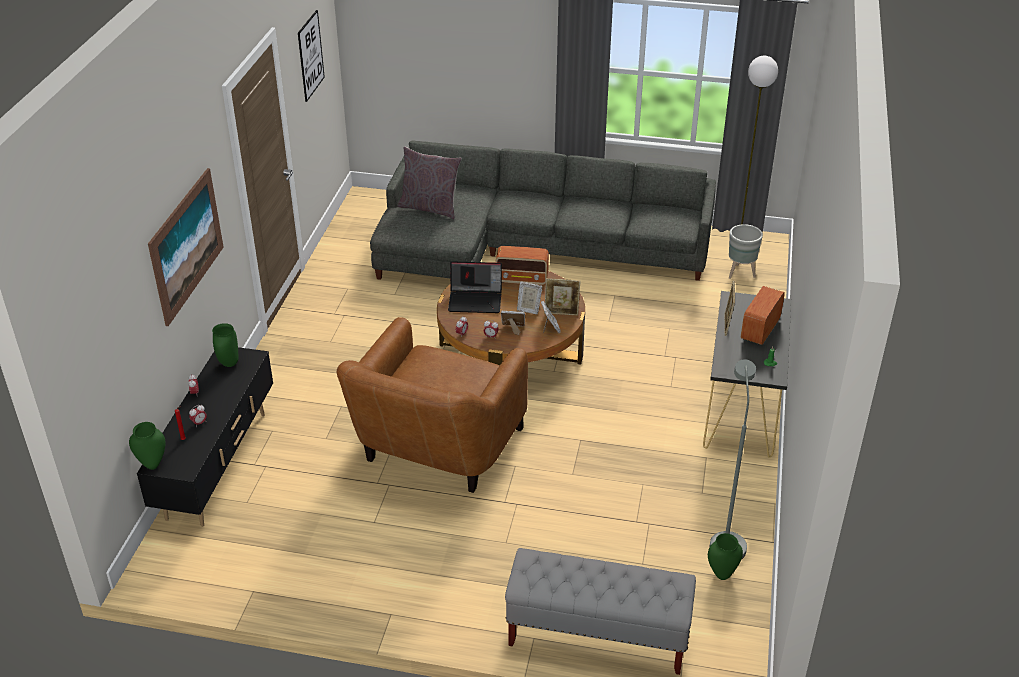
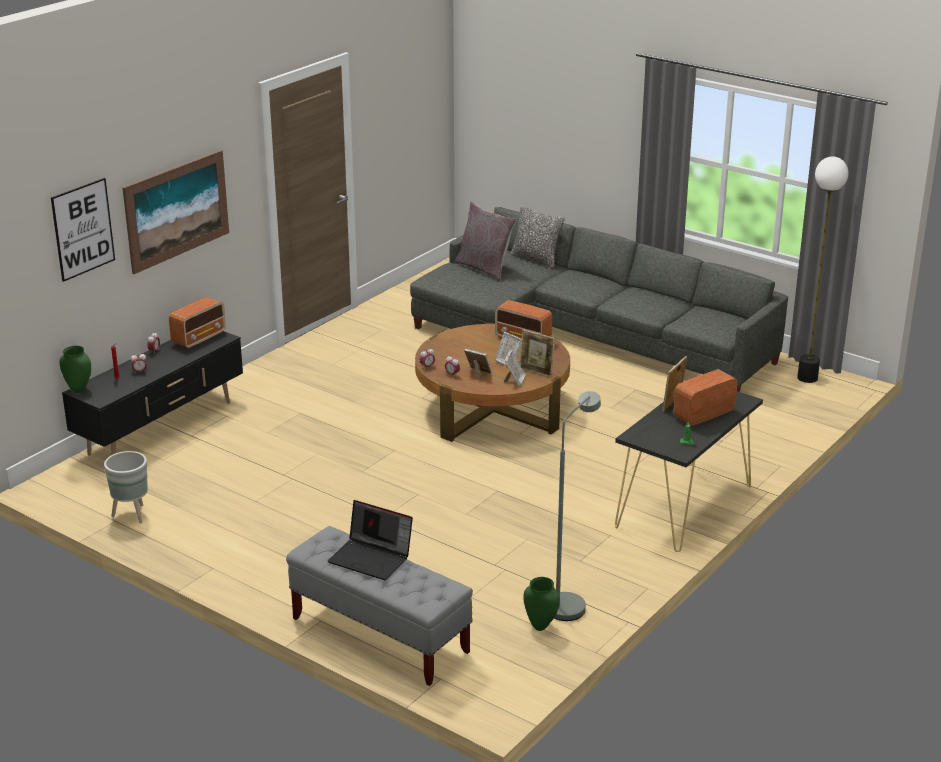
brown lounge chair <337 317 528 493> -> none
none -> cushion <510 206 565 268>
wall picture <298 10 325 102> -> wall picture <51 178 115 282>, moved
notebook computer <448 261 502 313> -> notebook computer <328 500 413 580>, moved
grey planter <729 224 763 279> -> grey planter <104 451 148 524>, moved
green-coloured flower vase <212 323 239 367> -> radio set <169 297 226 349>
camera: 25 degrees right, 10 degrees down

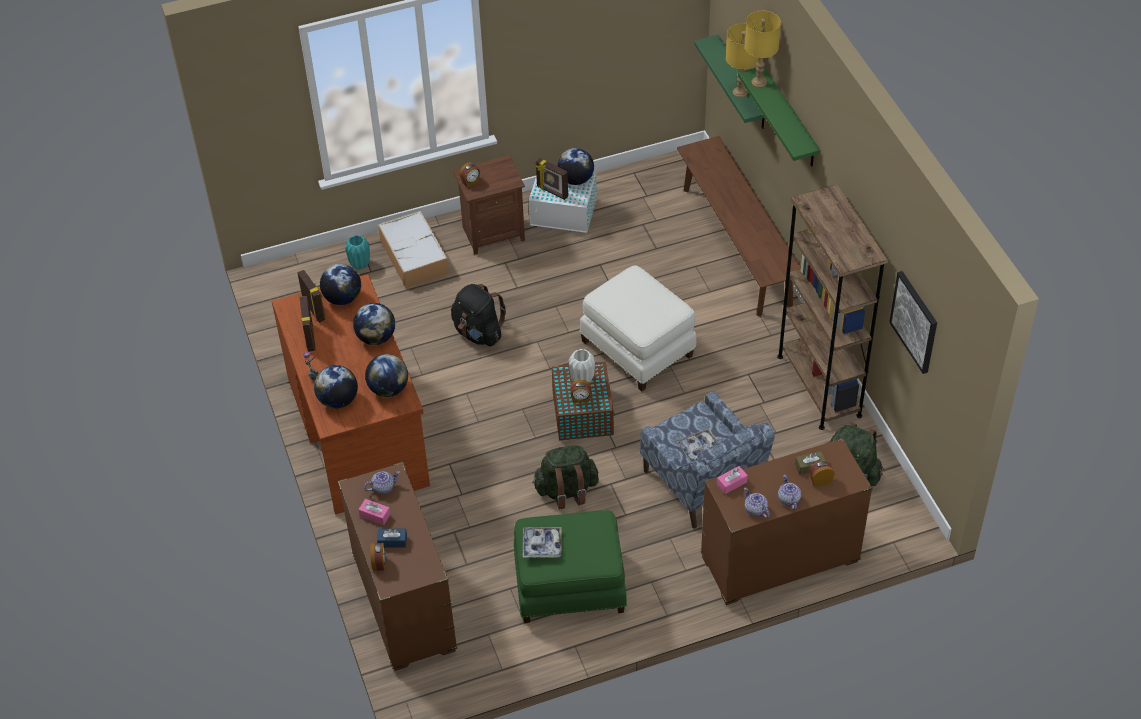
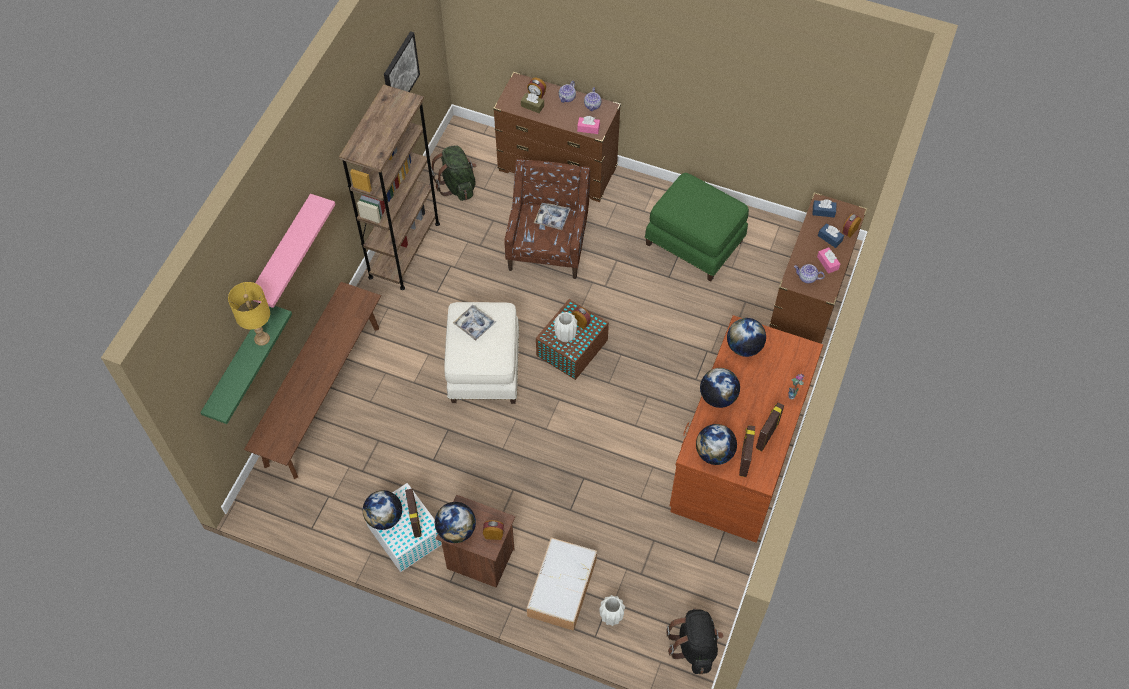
green-coloured knapsack <532 445 599 509> -> none
yellow-coloured table lamp <745 11 781 87> -> none
none -> blue box of tissues <812 199 836 217>
world globe <314 365 358 408> -> world globe <435 502 476 543>, moved
black-coloured knapsack <451 284 506 346> -> black-coloured knapsack <666 608 724 674>, moved
tray <523 527 561 558> -> tray <453 305 496 341>, moved
turquoise-coloured flower vase <345 235 370 270> -> white flower vase <599 595 625 626>
blue lounge chair <640 391 775 529> -> brown lounge chair <504 159 590 279>
green-coloured shelf <738 67 820 166> -> pink-coloured shelf <252 194 336 308>
camera: 140 degrees left, 10 degrees up

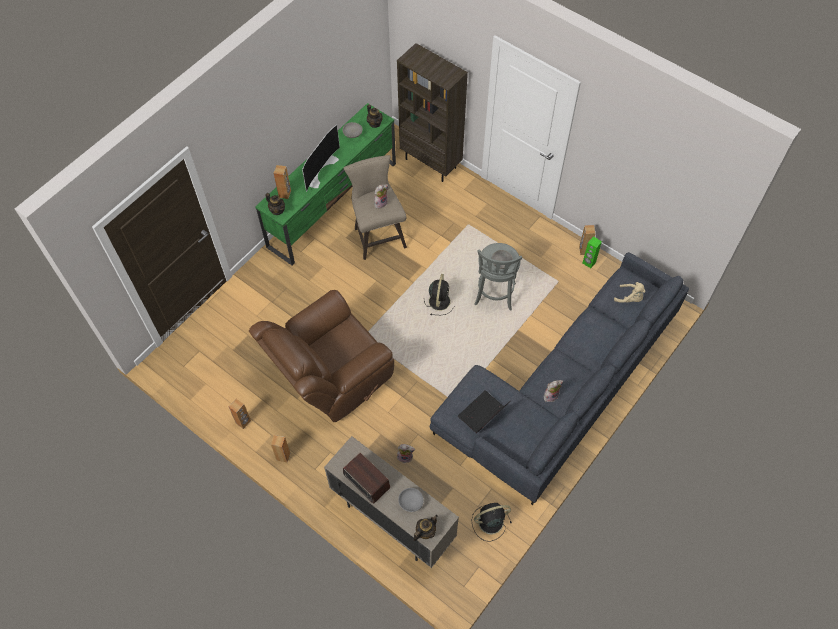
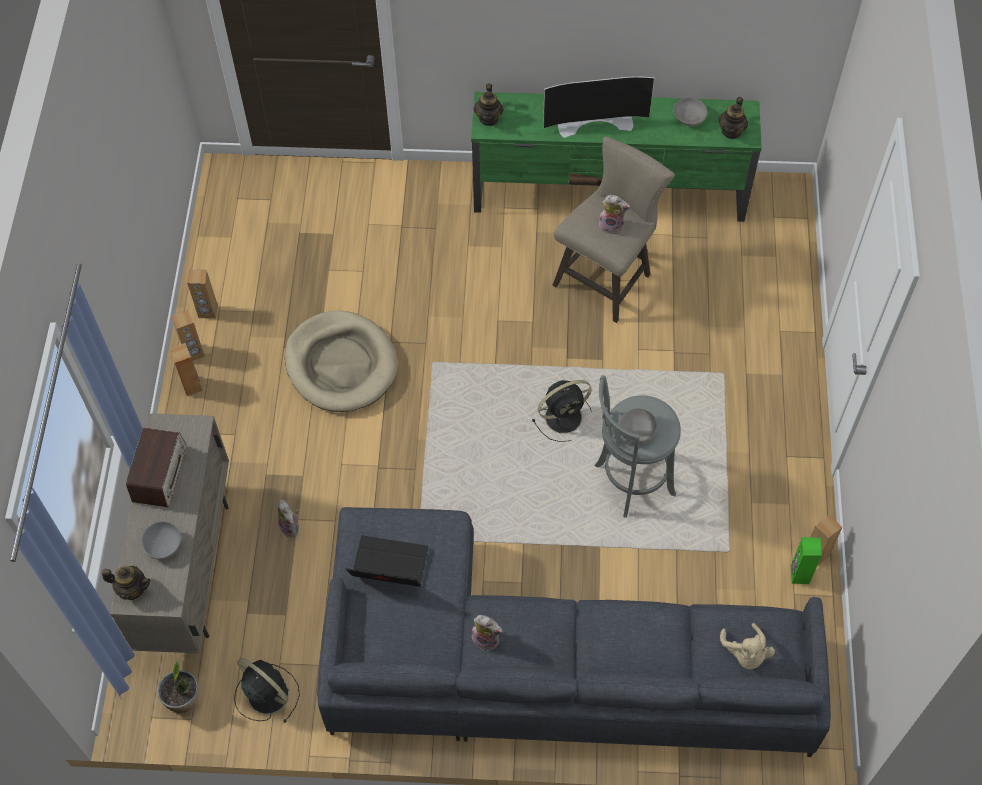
brown bookshelf <397 43 468 182> -> none
none -> houseplant <158 659 199 714>
brown speaker <274 165 291 199> -> brown speaker <171 310 205 361>, moved
brown lounge chair <249 290 394 423> -> sand-coloured pet bed <285 310 398 412>
camera: 55 degrees right, 0 degrees up

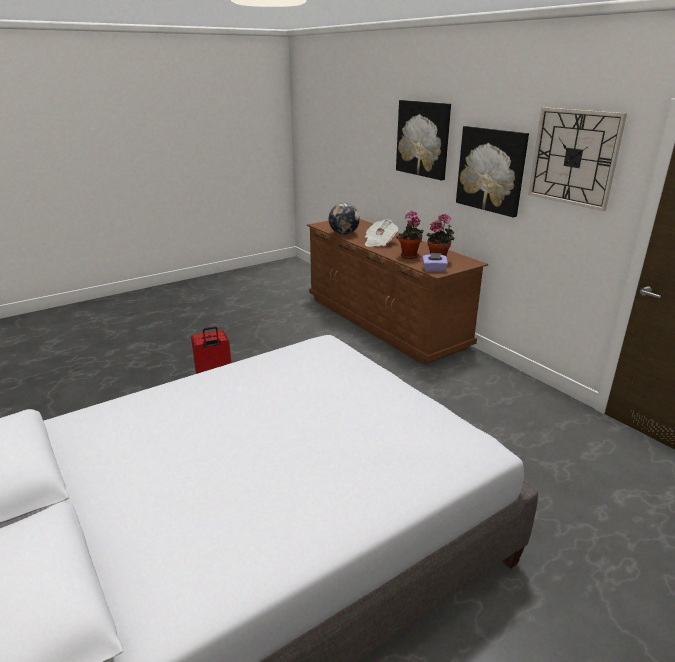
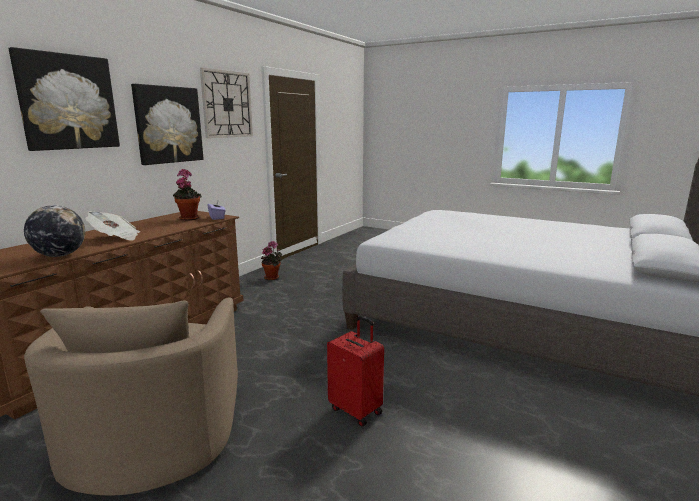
none -> sand-coloured lounge chair <24 297 238 496>
houseplant <396 211 424 259> -> houseplant <261 241 283 280>, moved
camera: 115 degrees left, 10 degrees down

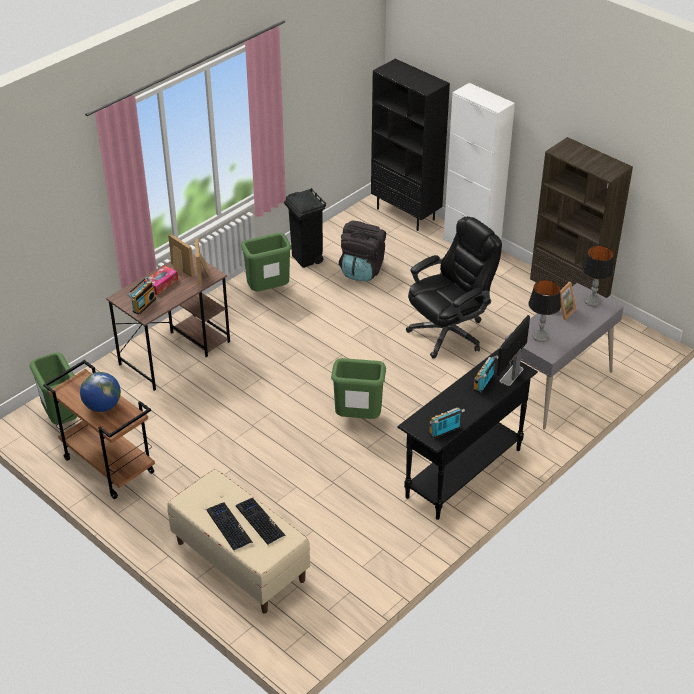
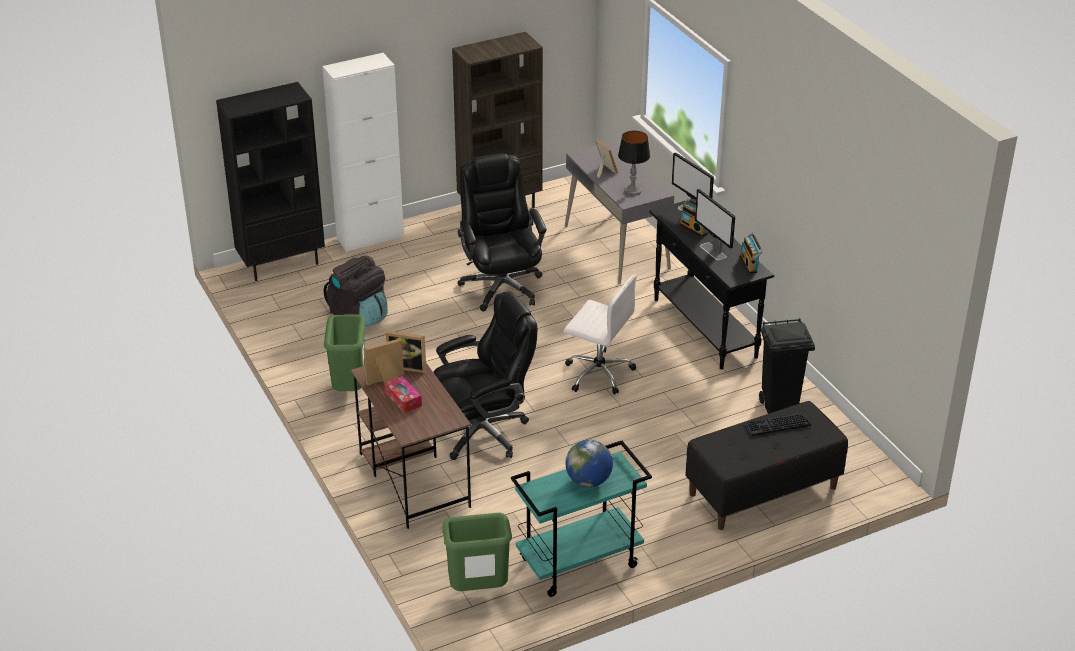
radio set <127 277 156 315> -> none
keyboard <206 503 253 550> -> none
table lamp <582 246 614 306> -> none
none -> black-coloured office chair <433 291 537 460>
none -> monitor <695 189 735 261>
black-coloured trash can <284 188 326 268> -> black-coloured trash can <759 319 815 414>, moved
green-coloured trash can <331 358 386 419> -> white office chair <563 275 637 395>
brown cart <43 360 155 499> -> turquoise-coloured cart <511 441 652 597>
sand-coloured long seat <167 469 310 614> -> black-coloured long seat <685 401 848 530>
camera: 70 degrees left, 5 degrees down

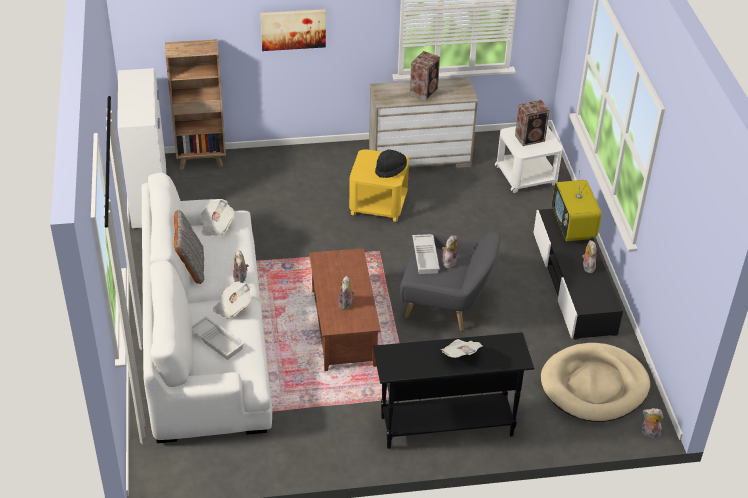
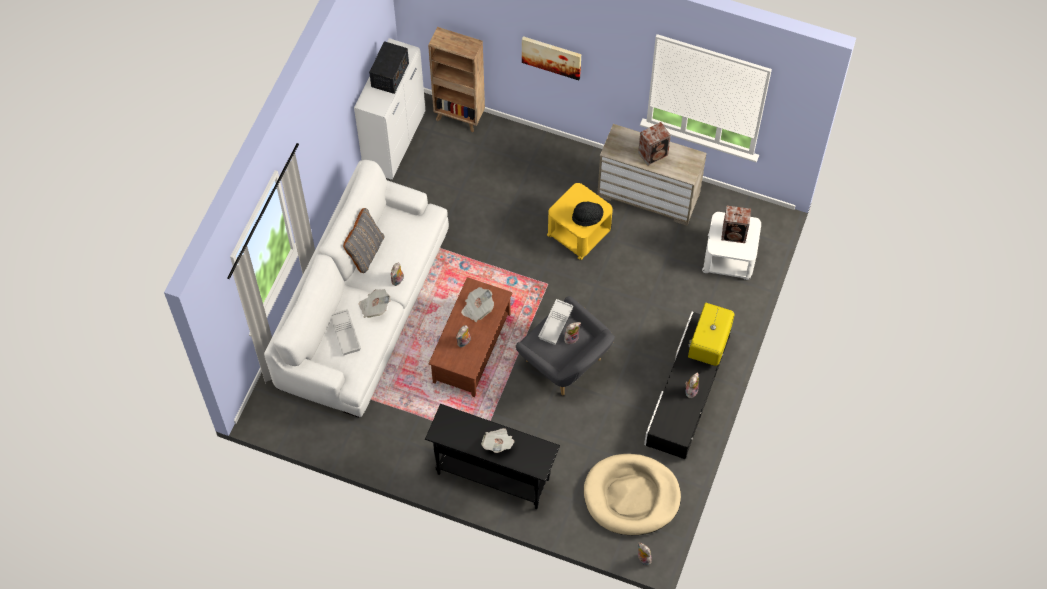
none -> radio set <369 41 409 94>
daily paper <201 199 235 236> -> daily paper <461 287 494 322>, moved
camera: 30 degrees right, 20 degrees up

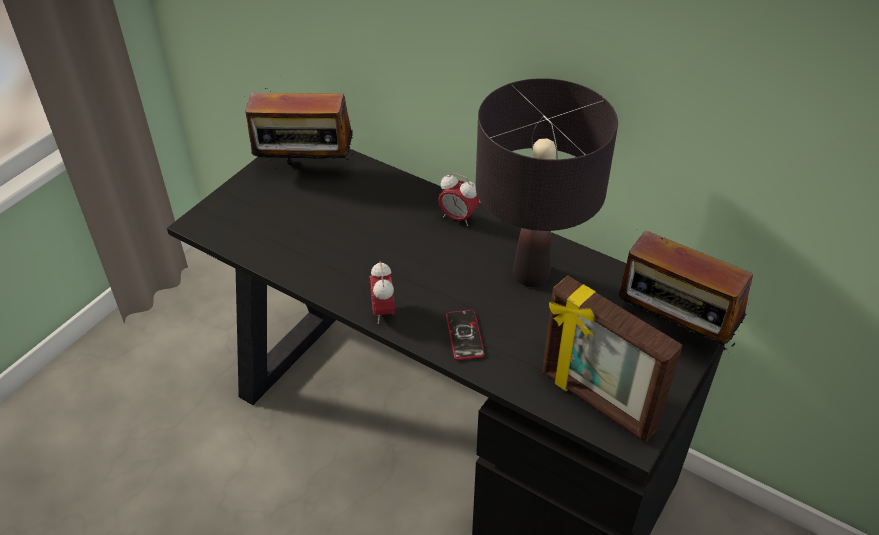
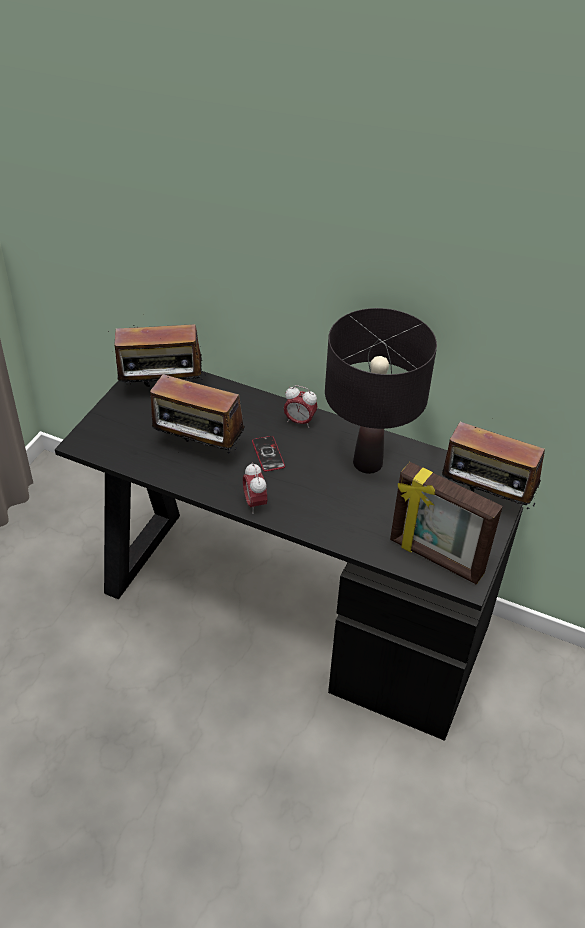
none -> radio set <150 368 245 454>
telephone <446 310 485 360> -> telephone <252 436 285 472>, moved
camera: 10 degrees left, 0 degrees up

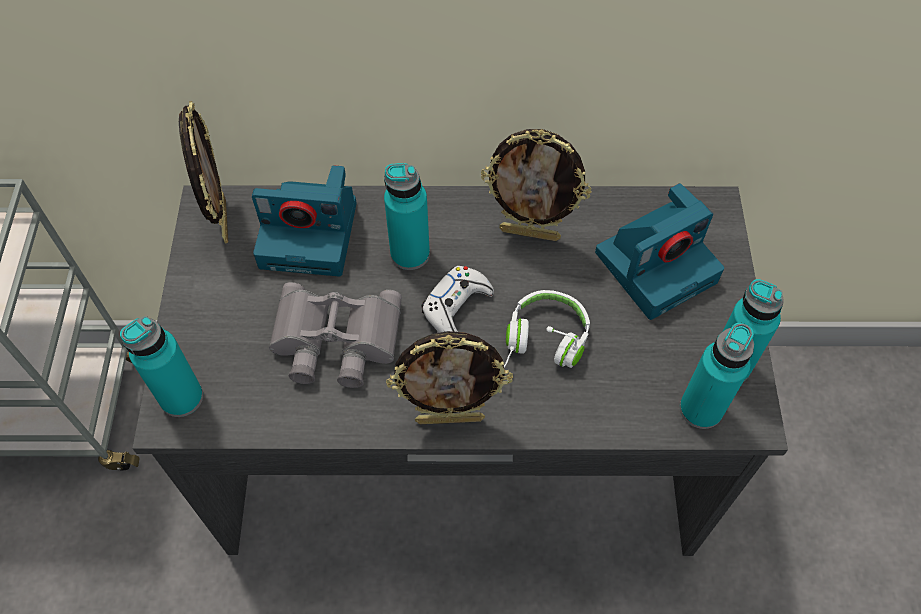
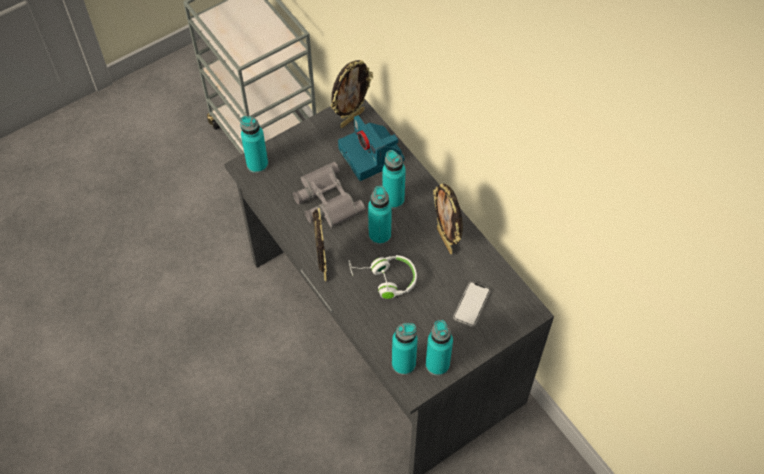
white game controller <421 266 494 333> -> turquoise-coloured drink bottle <368 186 392 245>
photo camera <595 183 724 320> -> telephone <453 281 490 327>
picture frame <386 331 513 424> -> picture frame <313 208 327 281>, 150 degrees counterclockwise
camera: 55 degrees right, 0 degrees up

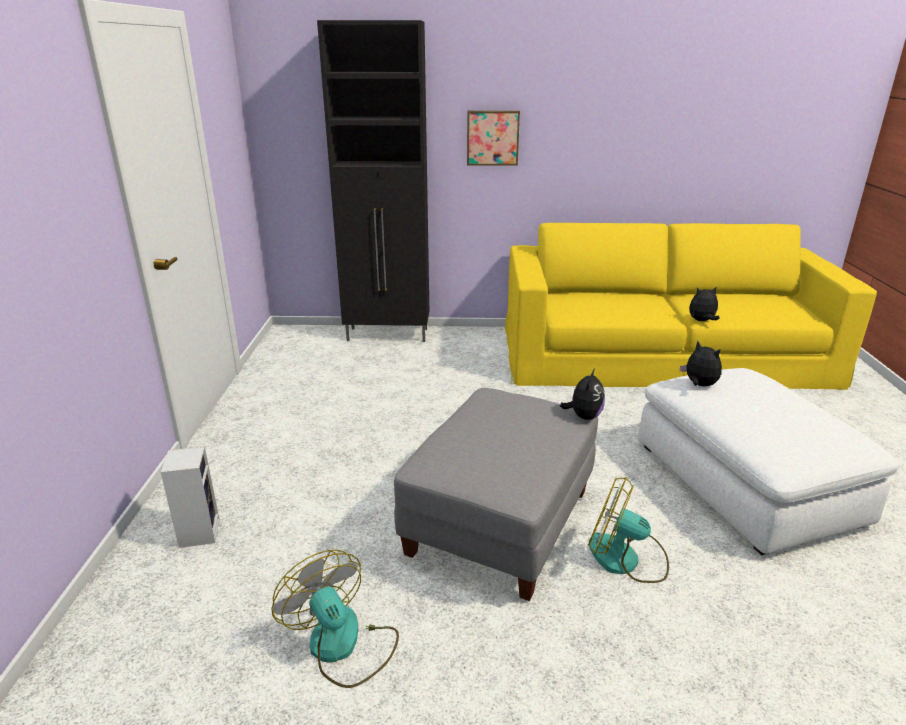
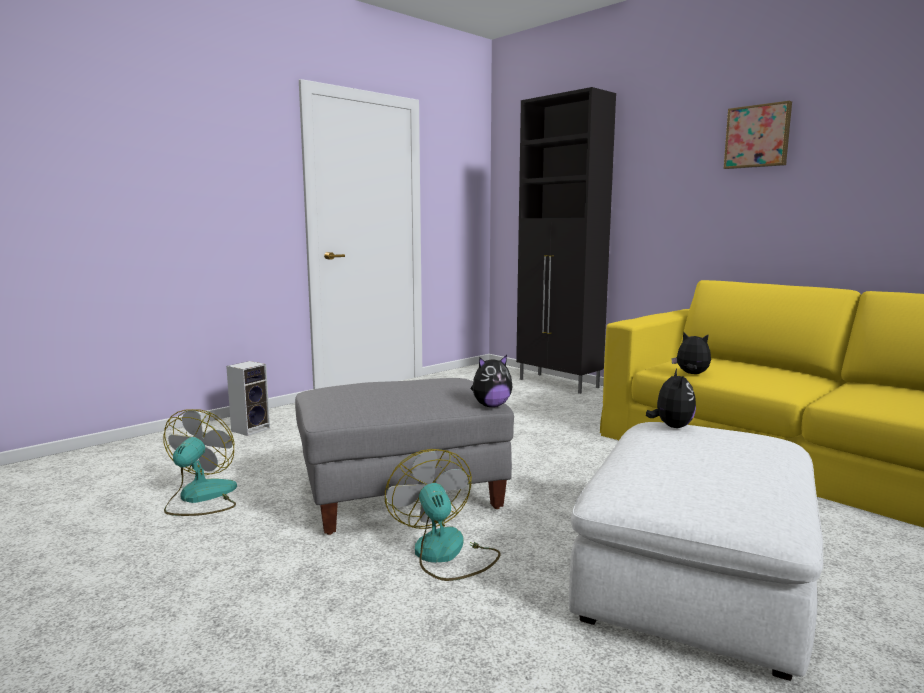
wall picture <467 111 520 166> -> wall picture <723 101 792 169>, moved
soft toy <689 286 720 321> -> soft toy <671 332 711 374>, moved
camera: 45 degrees right, 15 degrees down

